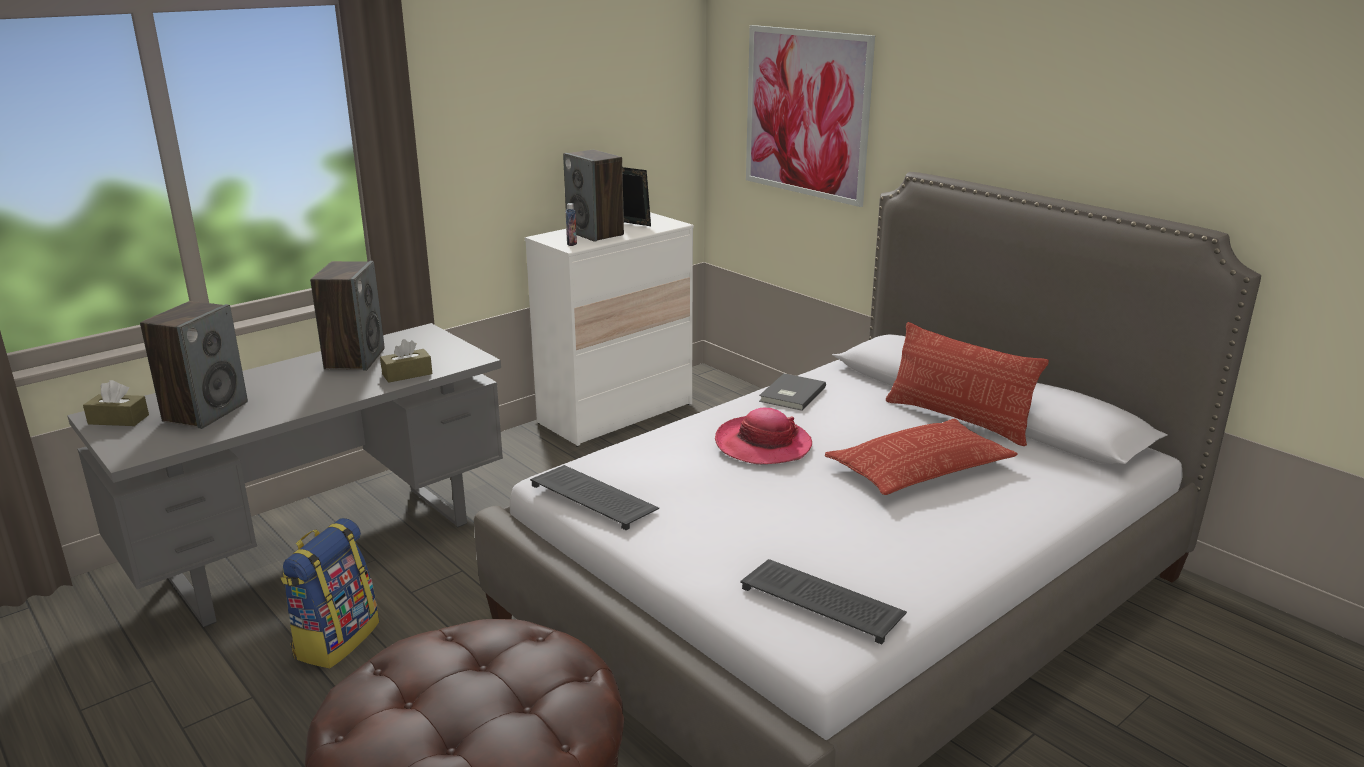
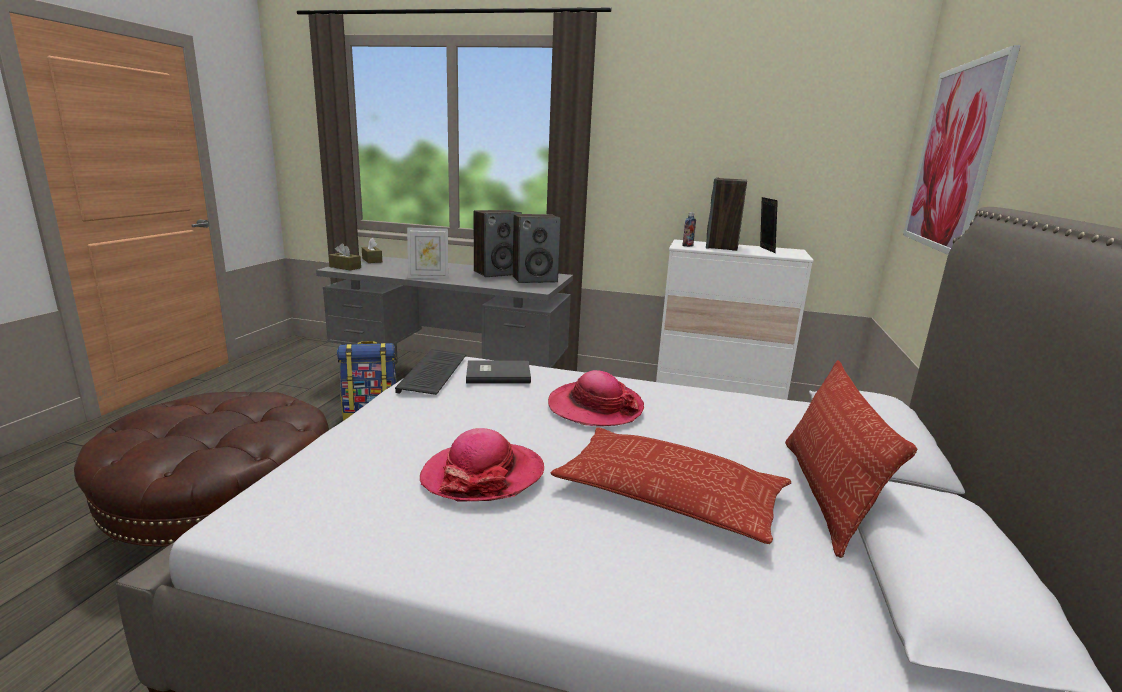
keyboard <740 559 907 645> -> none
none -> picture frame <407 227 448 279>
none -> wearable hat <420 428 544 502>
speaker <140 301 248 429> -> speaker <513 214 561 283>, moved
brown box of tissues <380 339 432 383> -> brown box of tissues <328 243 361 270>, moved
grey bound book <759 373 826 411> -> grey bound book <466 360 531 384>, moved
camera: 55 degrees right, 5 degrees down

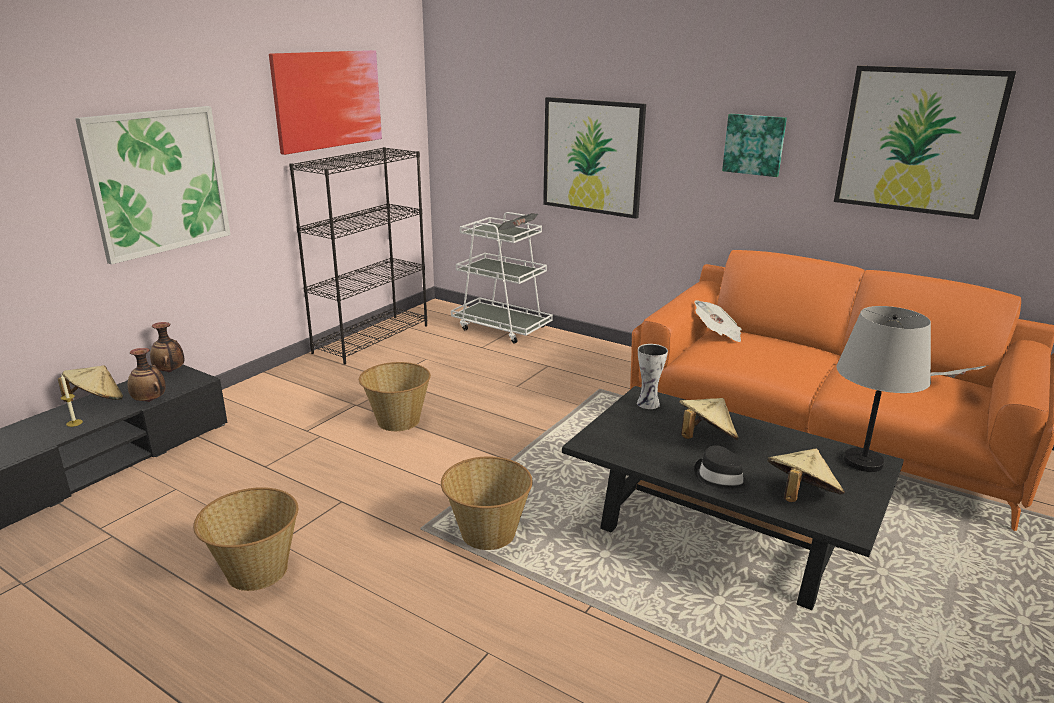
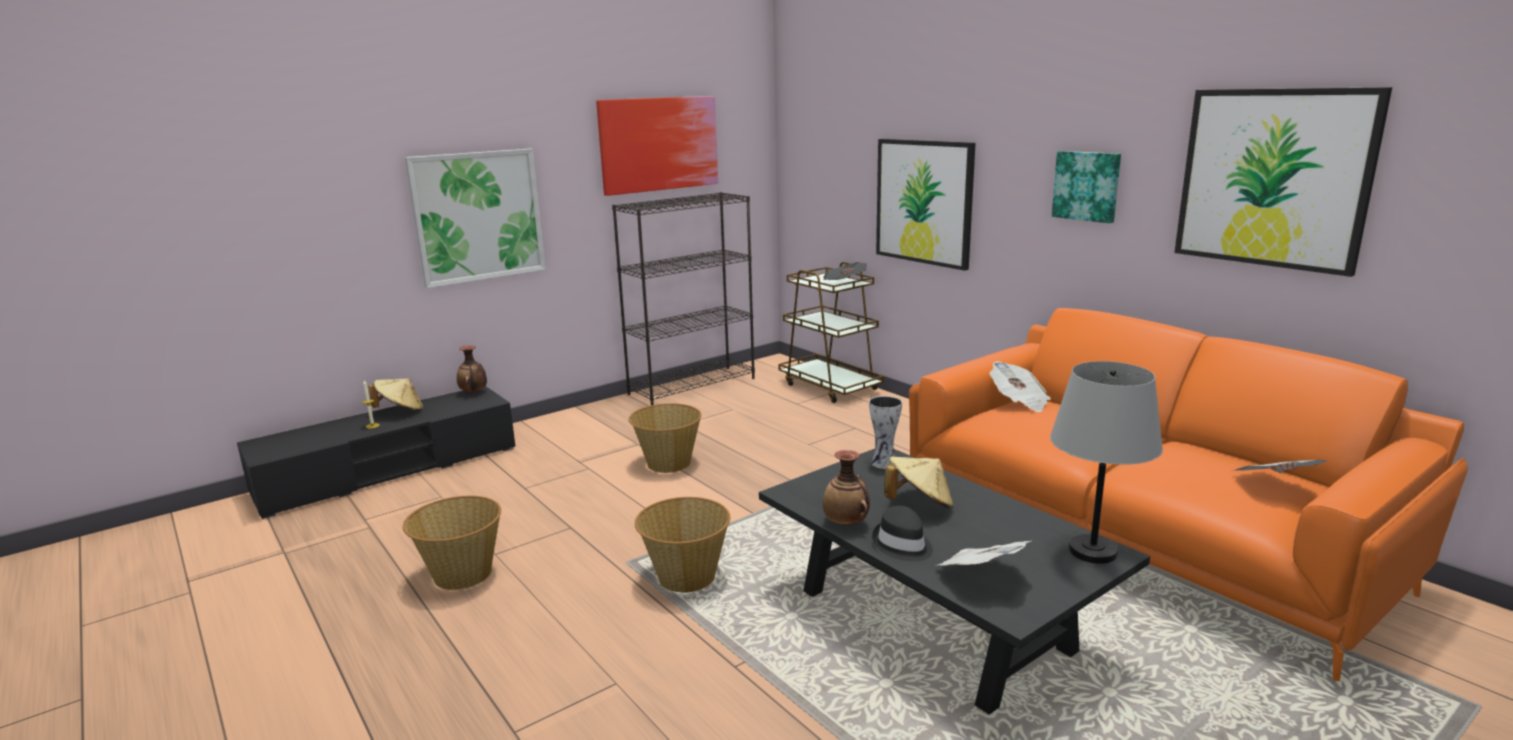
flower vase <128 348 166 402> -> flower vase <823 450 870 525>, moved
sand-coloured wearable hat <767 449 845 502> -> daily paper <936 541 1031 566>
white cart <451 212 553 344> -> brown cart <779 262 884 403>
camera: 20 degrees right, 5 degrees down

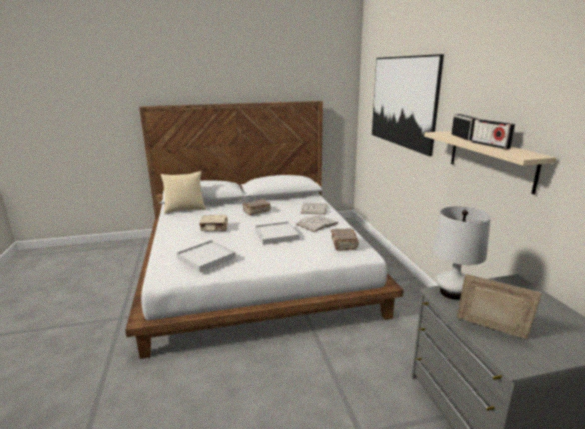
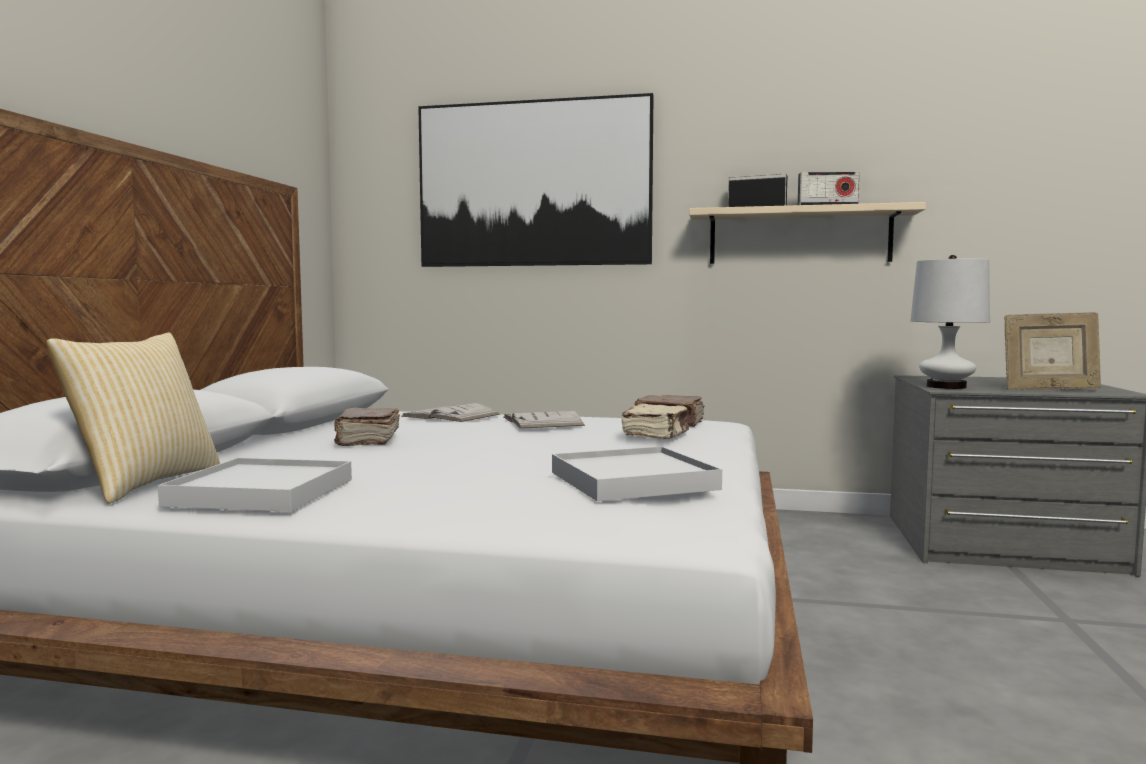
sand-coloured bound book <199 215 228 231> -> sand-coloured bound book <621 403 689 439>, moved
white tray <255 221 300 245> -> white tray <158 458 352 512>, moved
picture frame <457 274 542 339> -> picture frame <1004 312 1101 390>, 135 degrees counterclockwise
camera: 65 degrees left, 15 degrees down

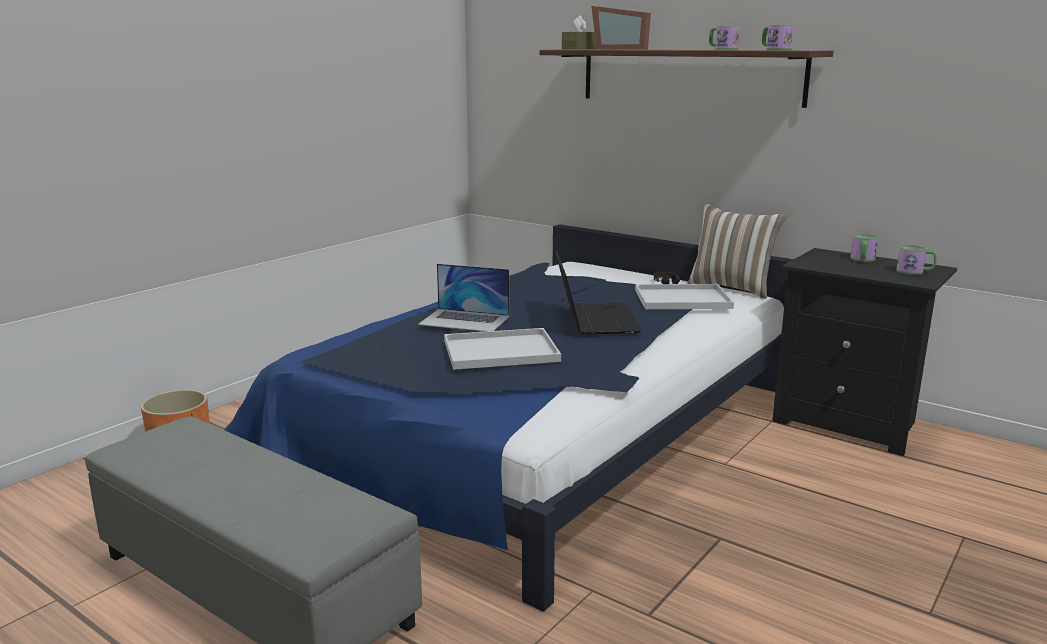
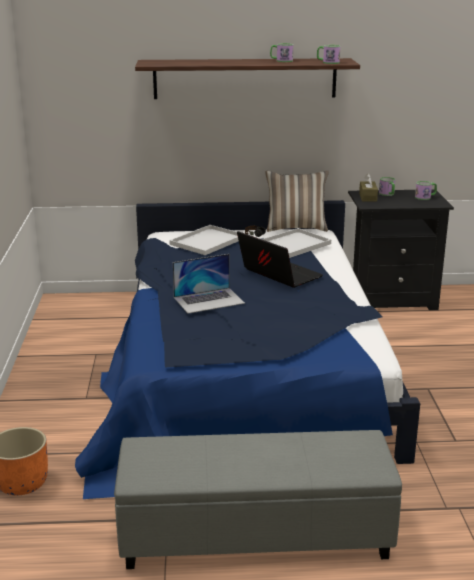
picture frame <591 6 651 50> -> none
white tray <444 328 561 370> -> white tray <169 225 239 255>, moved
brown box of tissues <562 15 596 49> -> brown box of tissues <359 174 378 202>, moved
camera: 40 degrees left, 5 degrees up

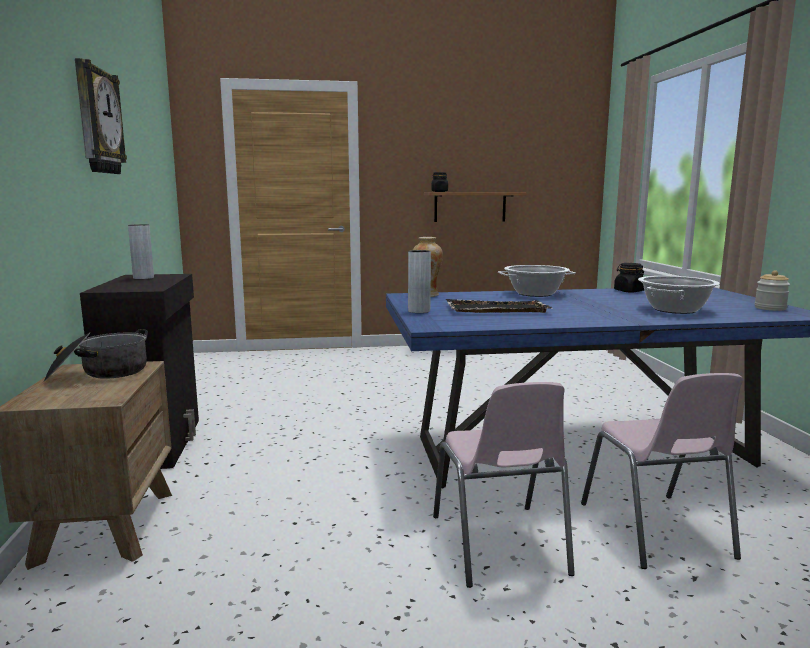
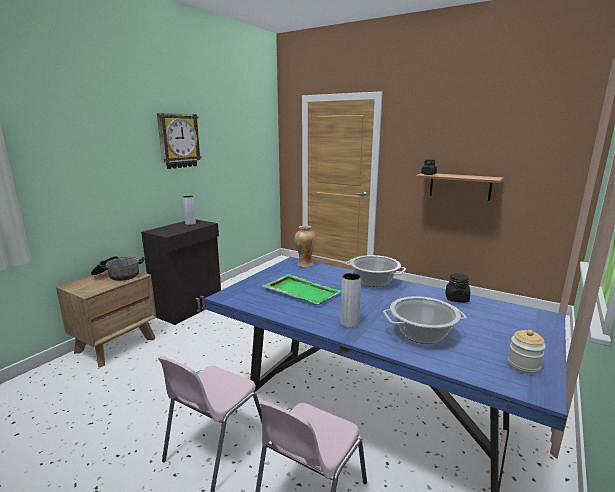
grey flower vase <408 250 431 313> -> grey flower vase <340 273 361 328>, moved
black-coloured tray <446 299 554 313> -> green-coloured tray <262 274 341 305>
camera: 40 degrees right, 5 degrees up

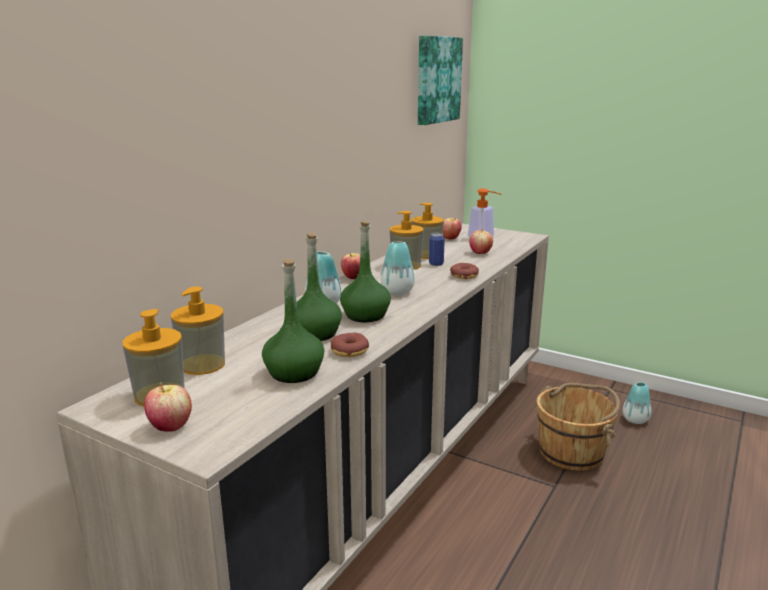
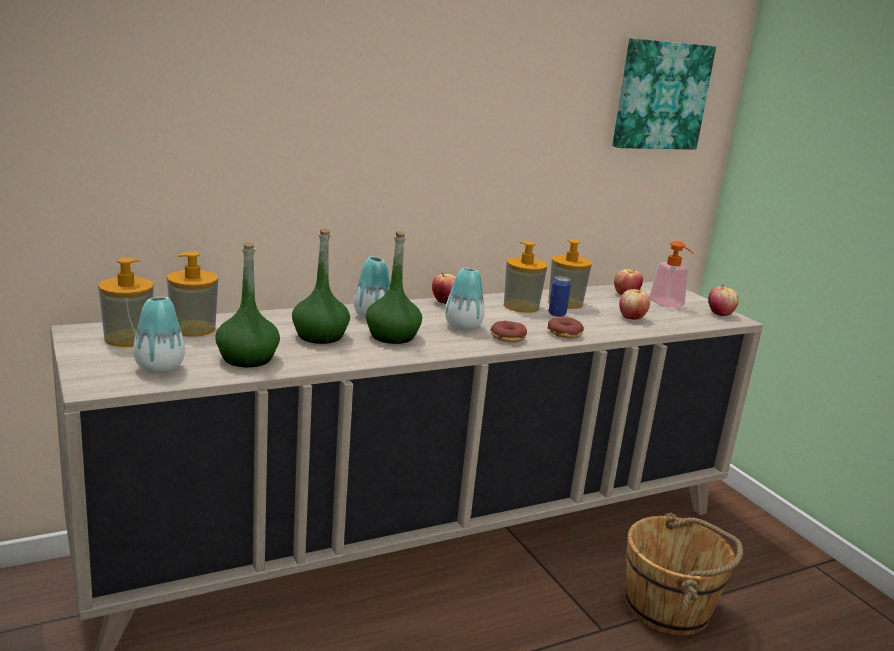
apple <144 383 192 432> -> apple <708 284 739 316>, moved
doughnut <331 333 369 357> -> doughnut <491 321 527 342>, moved
flower vase <623 382 651 424> -> flower vase <133 297 185 374>, moved
camera: 30 degrees right, 0 degrees up

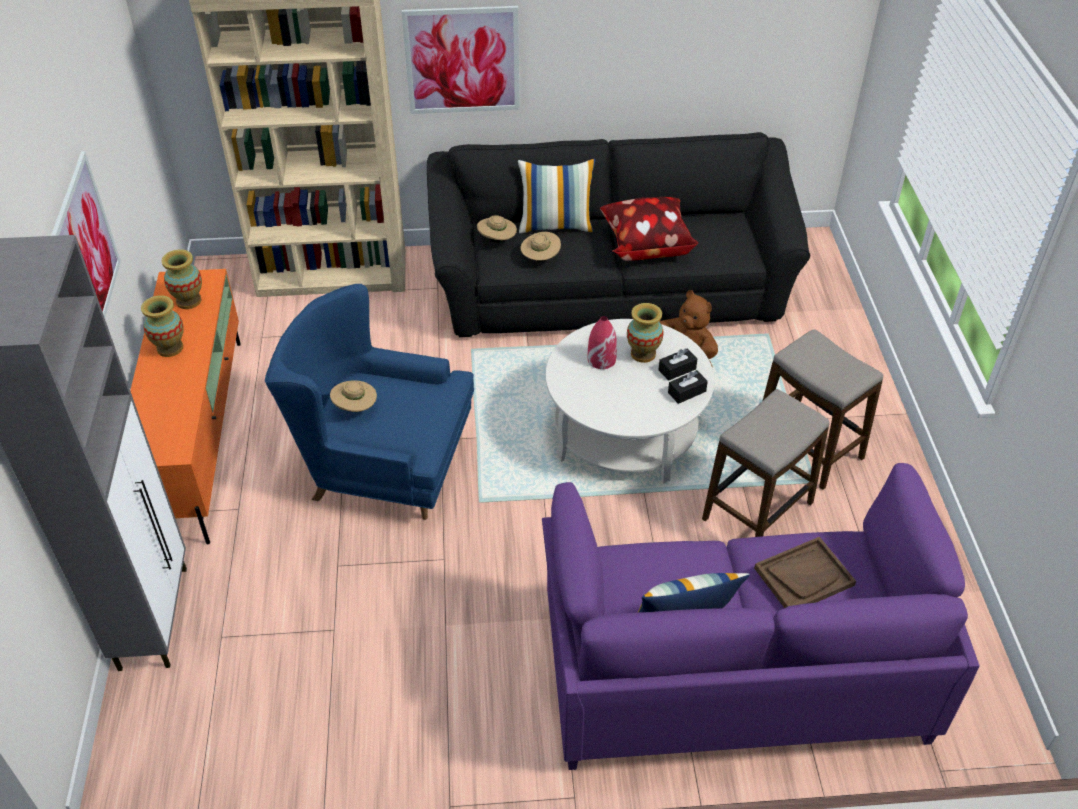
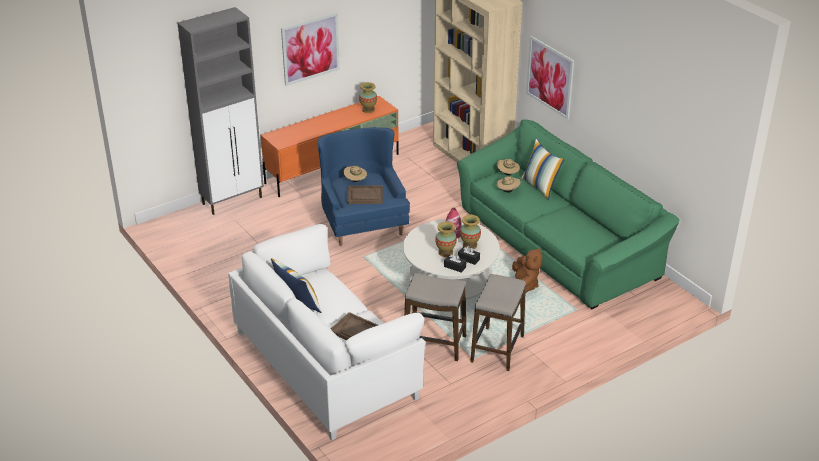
cushion <600 197 698 261> -> none
none -> brown tray <347 185 383 204>
flower vase <141 295 184 357> -> flower vase <435 222 457 257>, moved
black-coloured sofa <427 132 810 337> -> green-coloured sofa <457 120 680 309>
purple-coloured sofa <542 463 979 770> -> white sofa <228 224 425 440>
camera: 60 degrees right, 10 degrees down

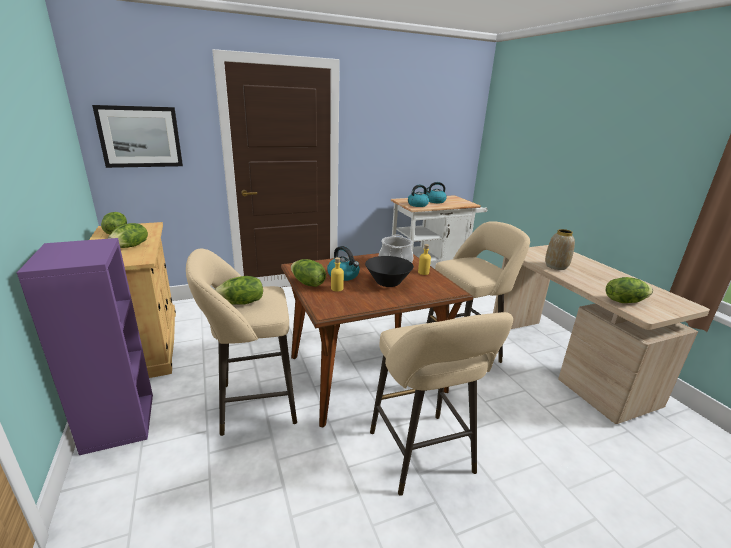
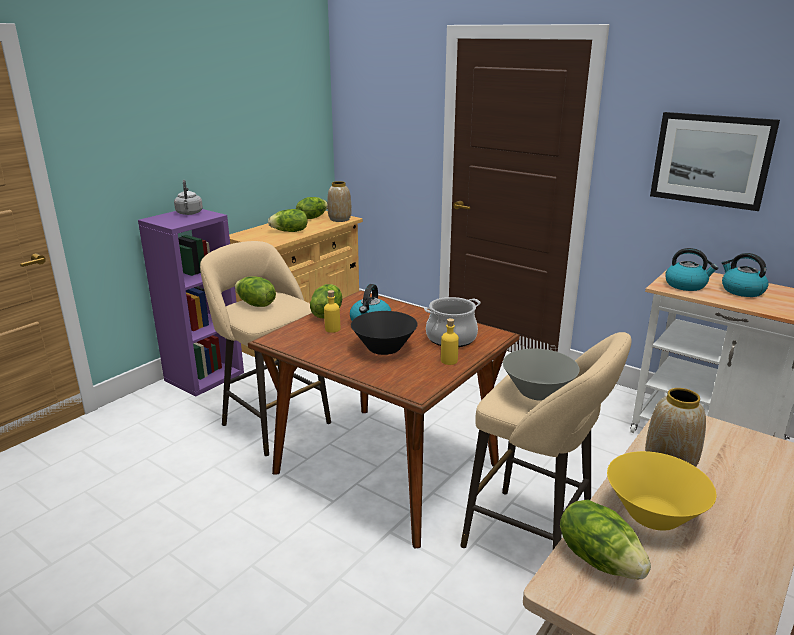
sand-coloured stool seat <370 312 513 496> -> none
none -> grey kettle <174 180 203 215>
none -> flower vase <327 181 352 222>
none -> grey deep dish <503 348 580 401>
none -> yellow-coloured deep dish <607 451 716 531>
wall picture <92 105 183 168> -> wall picture <650 112 780 211>, moved
camera: 60 degrees right, 0 degrees up

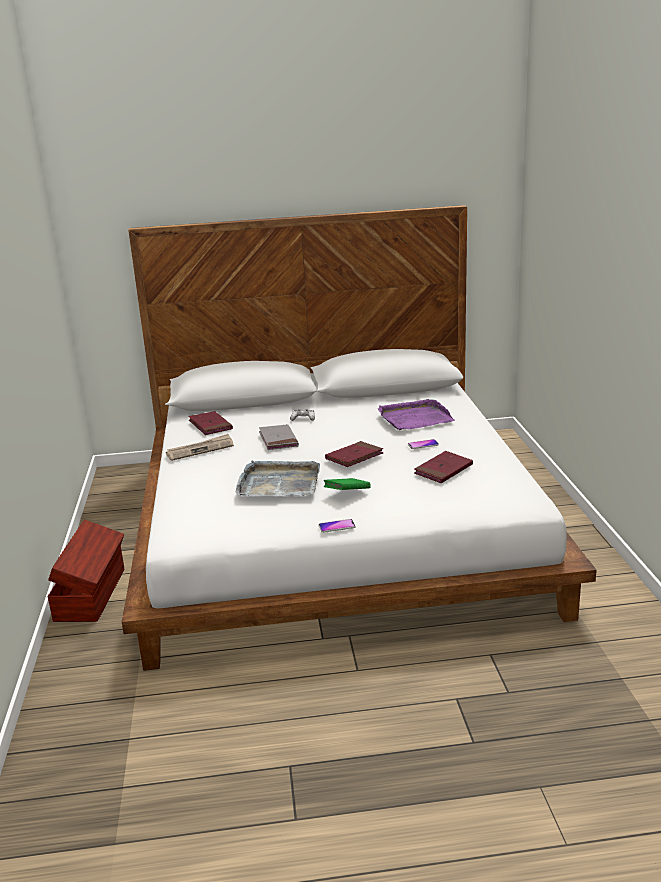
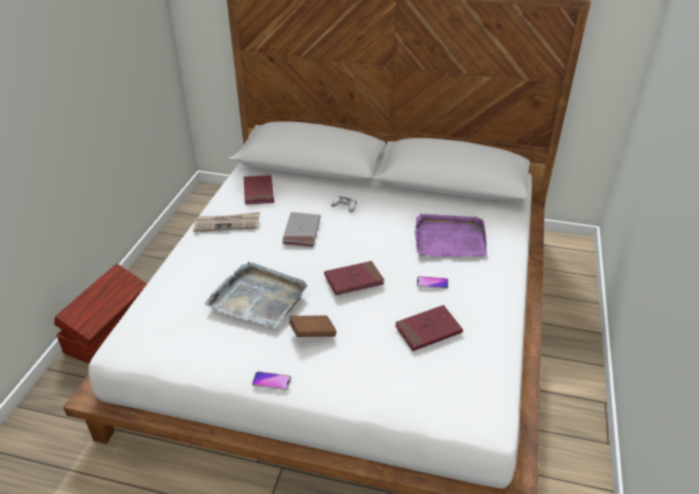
green-coloured bound book <324 478 371 490> -> brown bound book <289 315 336 337>
camera: 20 degrees right, 15 degrees up

